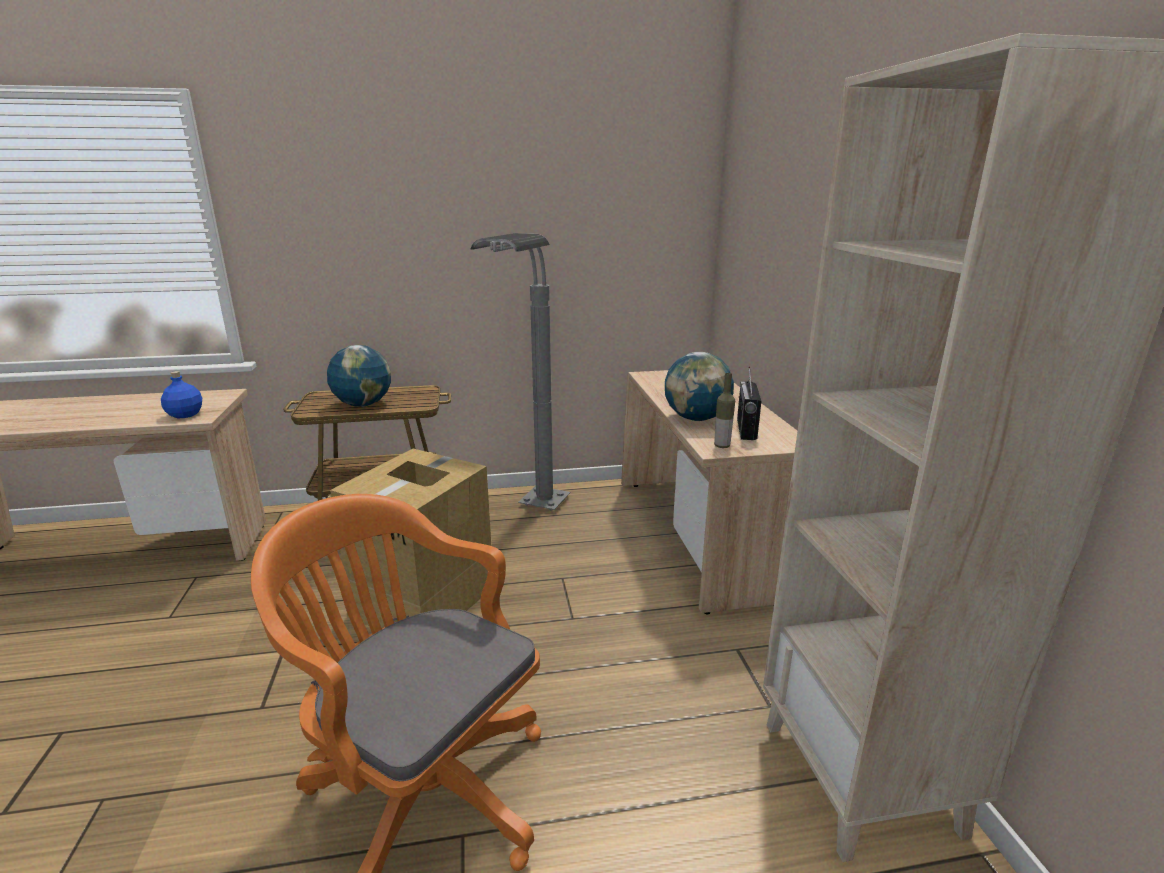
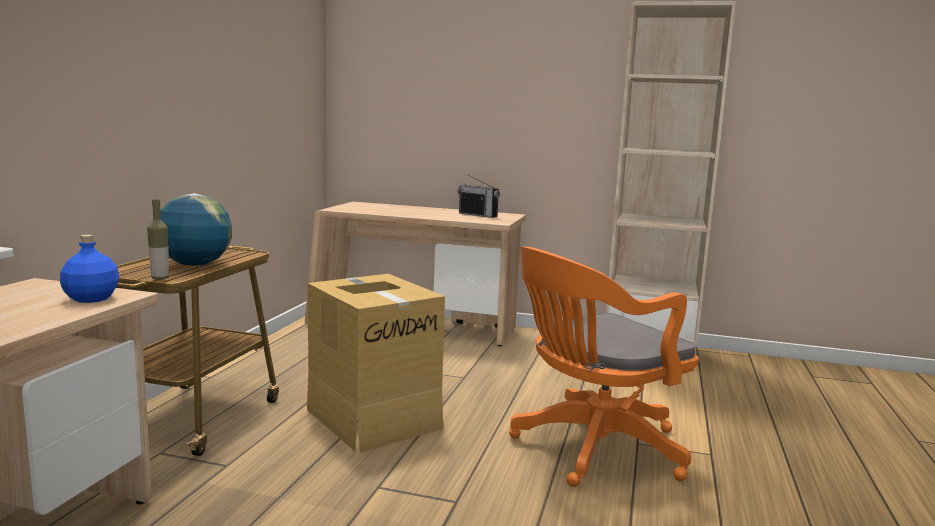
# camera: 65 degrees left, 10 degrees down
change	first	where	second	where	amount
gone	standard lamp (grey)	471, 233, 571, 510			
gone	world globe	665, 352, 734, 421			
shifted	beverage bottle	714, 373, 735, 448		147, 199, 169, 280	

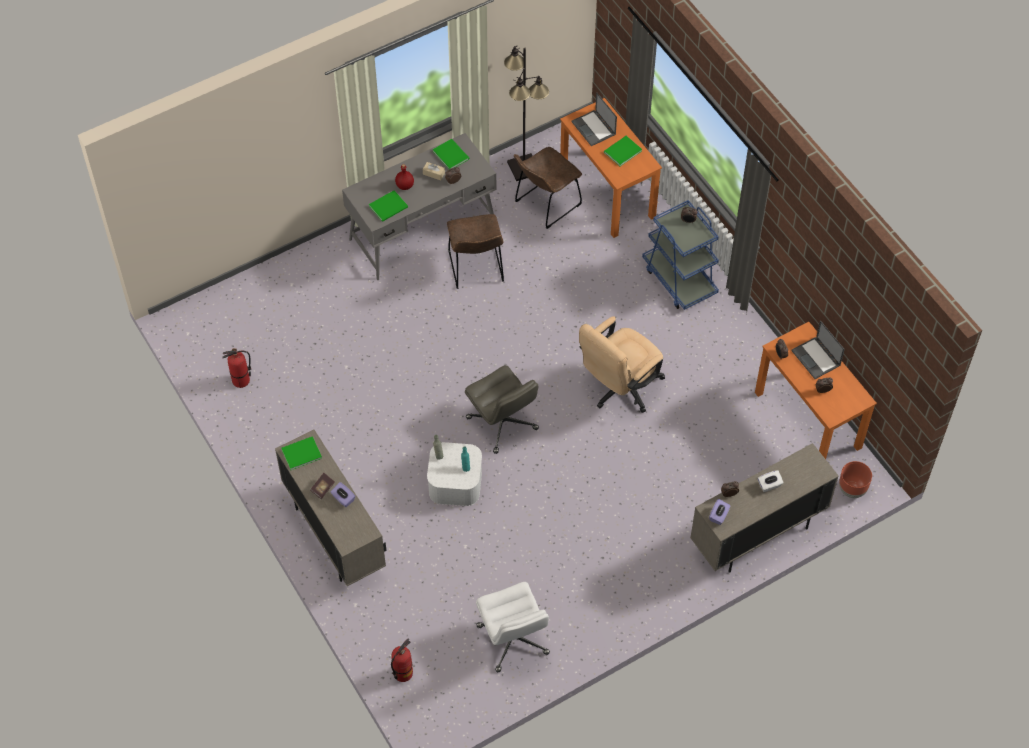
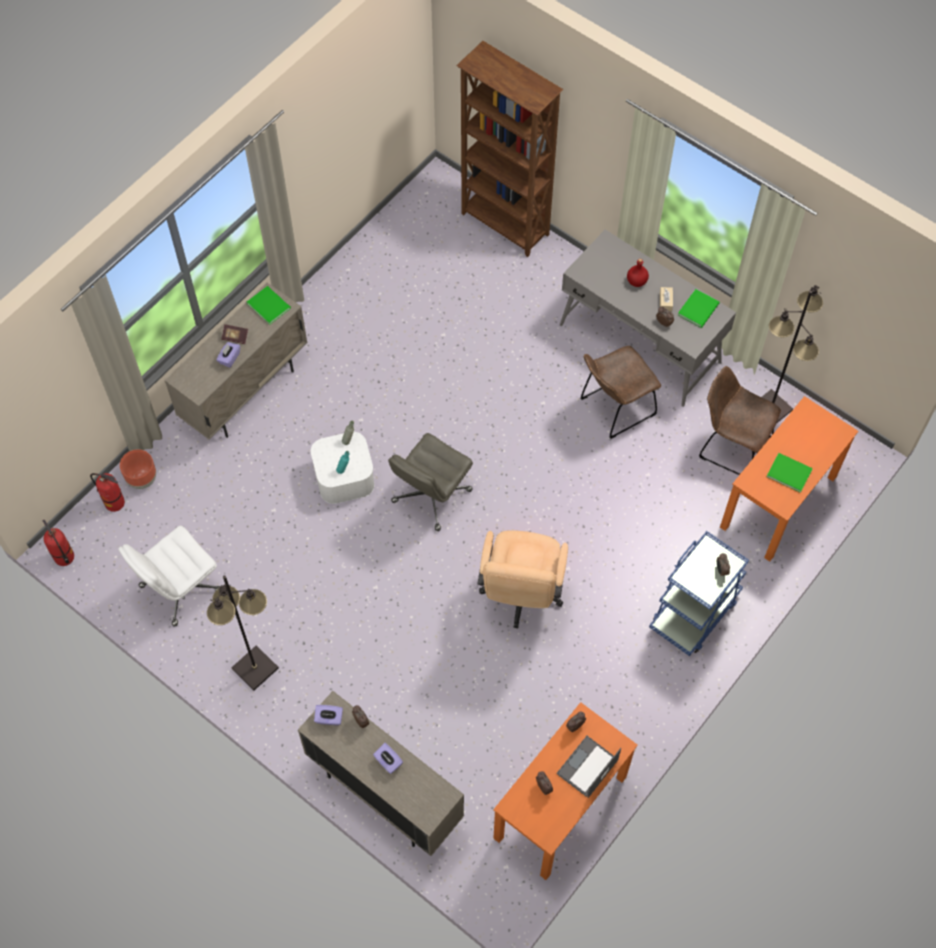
# camera: 70 degrees right, 5 degrees up
change	first	where	second	where	amount
shifted	fire-fighting cylinder	222, 348, 251, 388		43, 520, 74, 566	
gone	bound book (greenish)	369, 190, 408, 222			
gone	notebook computer	572, 92, 617, 146			
rotated	office chair (beige)	579, 316, 665, 413		478, 530, 568, 628	105 degrees counterclockwise
repainted	tissue holder (whitish)	758, 470, 784, 492	tissue holder (purple-coloured)	373, 743, 403, 774	
shifted	planter (brown-coloured)	839, 461, 872, 498		120, 449, 156, 489	
new			standard lamp (black)	207, 576, 279, 691	
new			bookshelf (brown-coloured)	456, 41, 563, 257	

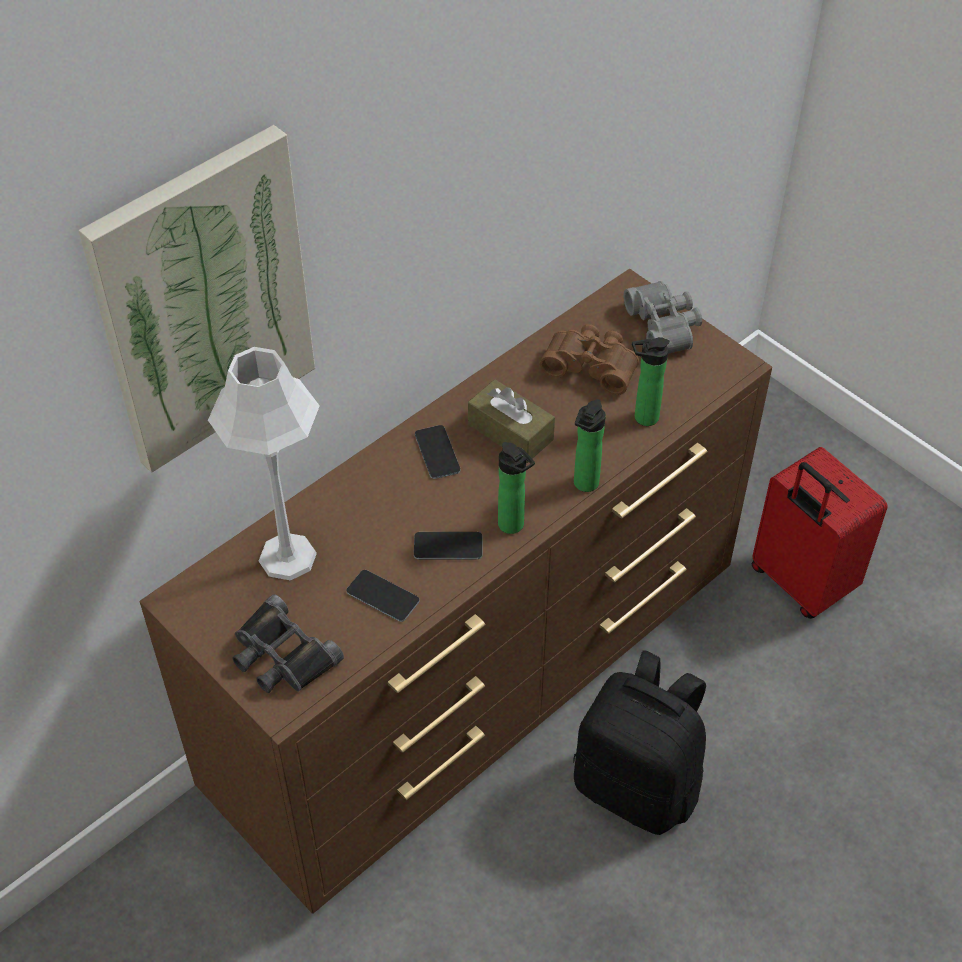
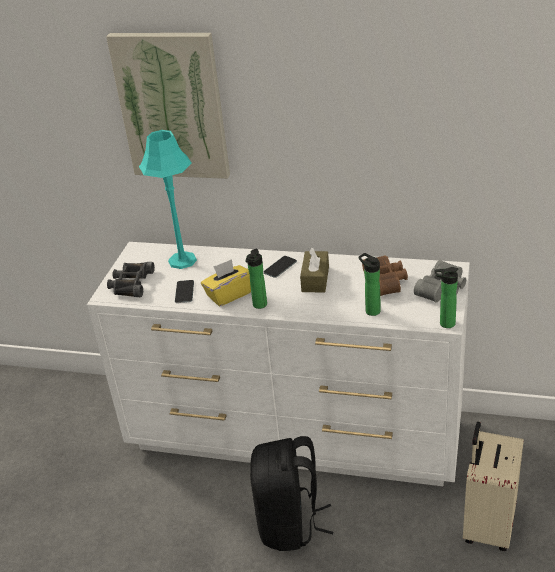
# camera: 60 degrees right, 15 degrees down
change	first	where	second	where	amount
repainted	chest of drawers (brown-coloured)	139, 269, 772, 914	chest of drawers (whitish)	87, 242, 470, 486	
repainted	lamp for a table (grey)	208, 347, 320, 581	lamp for a table (turquoise-coloured)	139, 130, 197, 269	
swapped	handset	414, 532, 482, 559	tissue holder (yellowish)	201, 259, 251, 306	
shifted	beverage bottle	574, 399, 606, 492		435, 267, 458, 328	
repainted	suitcase (red-coloured)	752, 447, 887, 619	suitcase (beige)	463, 422, 524, 551	

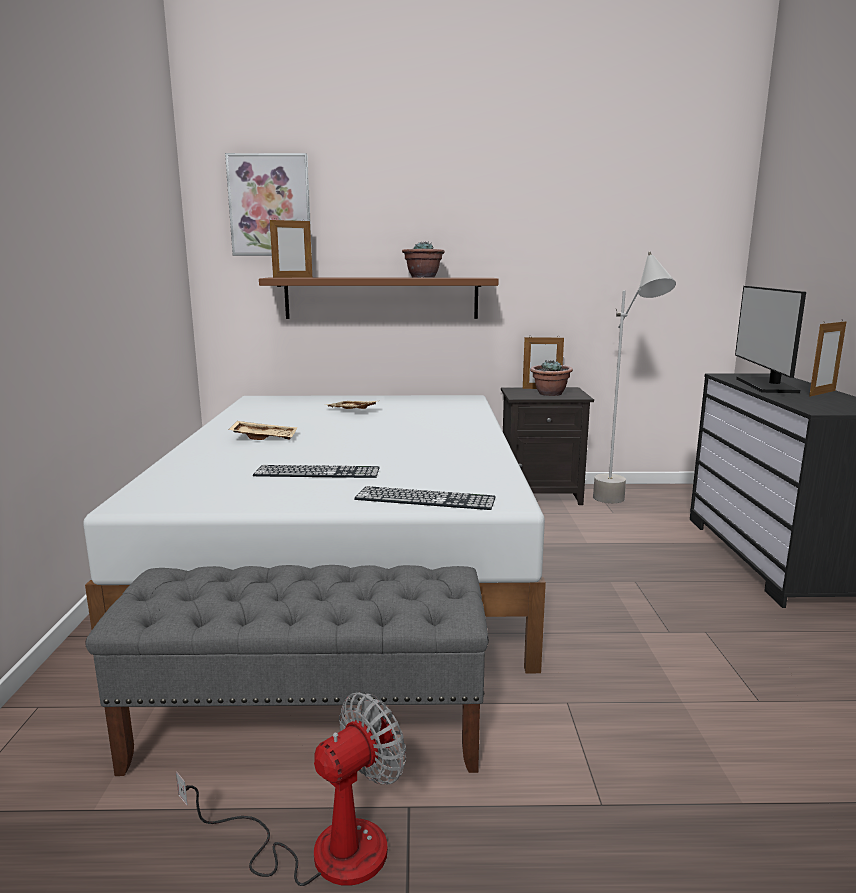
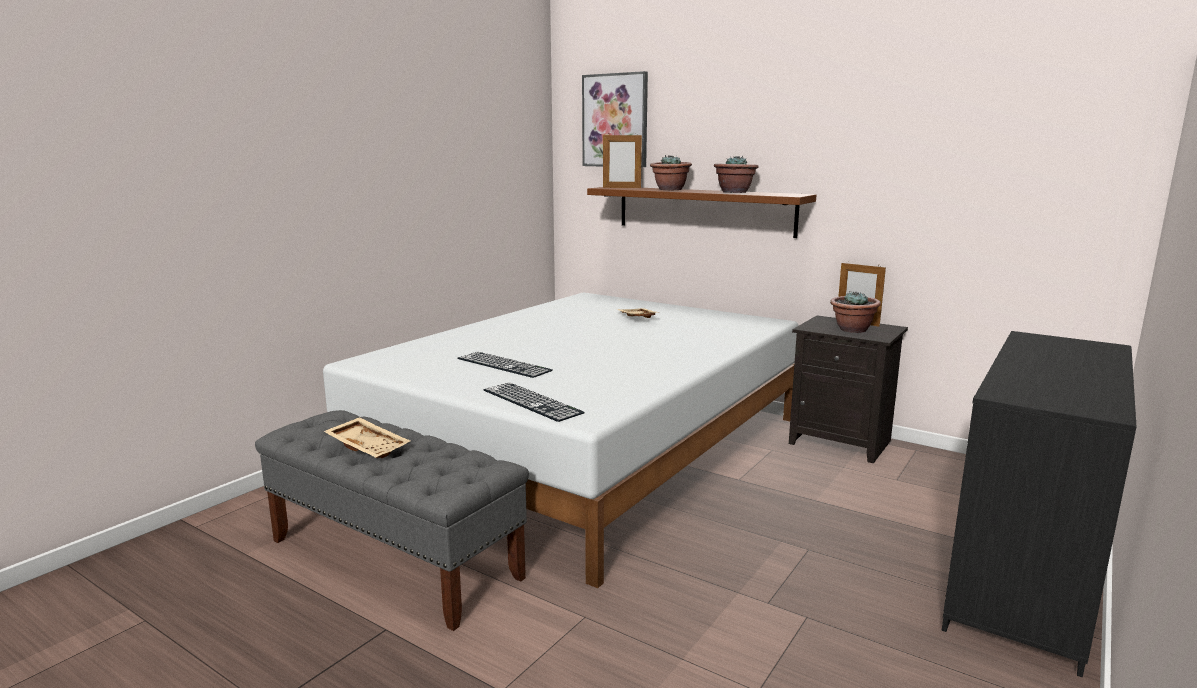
# camera: 35 degrees right, 0 degrees up
change	first	where	second	where	amount
gone	fan	176, 692, 406, 886			
shifted	tray (beige)	229, 421, 298, 440		323, 417, 410, 458	
gone	standard lamp (grey)	593, 252, 676, 503			
gone	monitor	735, 286, 806, 393			
gone	picture frame	809, 319, 847, 397			
new			plant in a pot	650, 155, 692, 190	

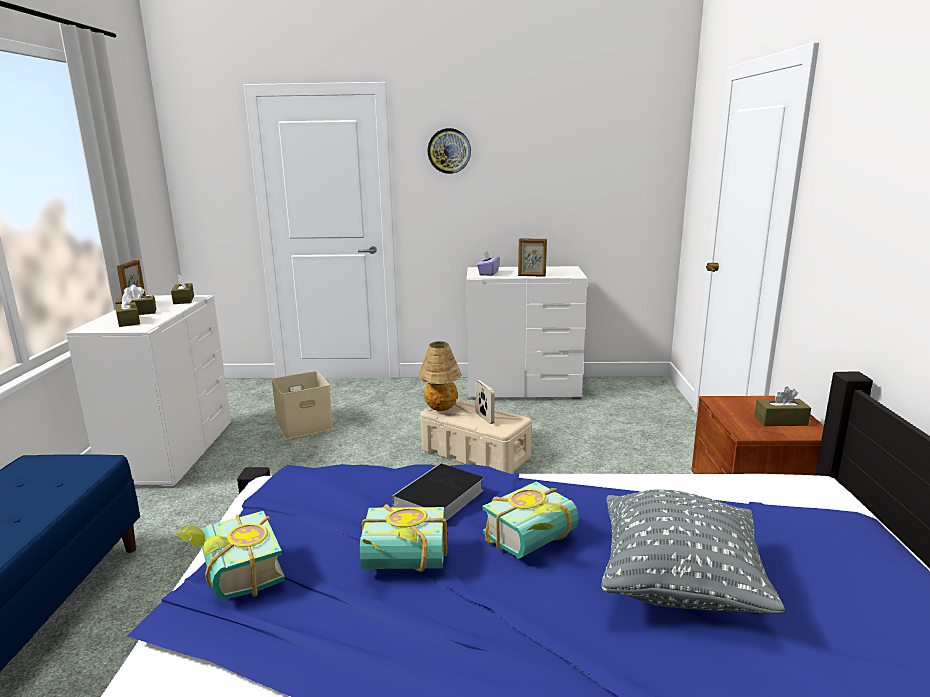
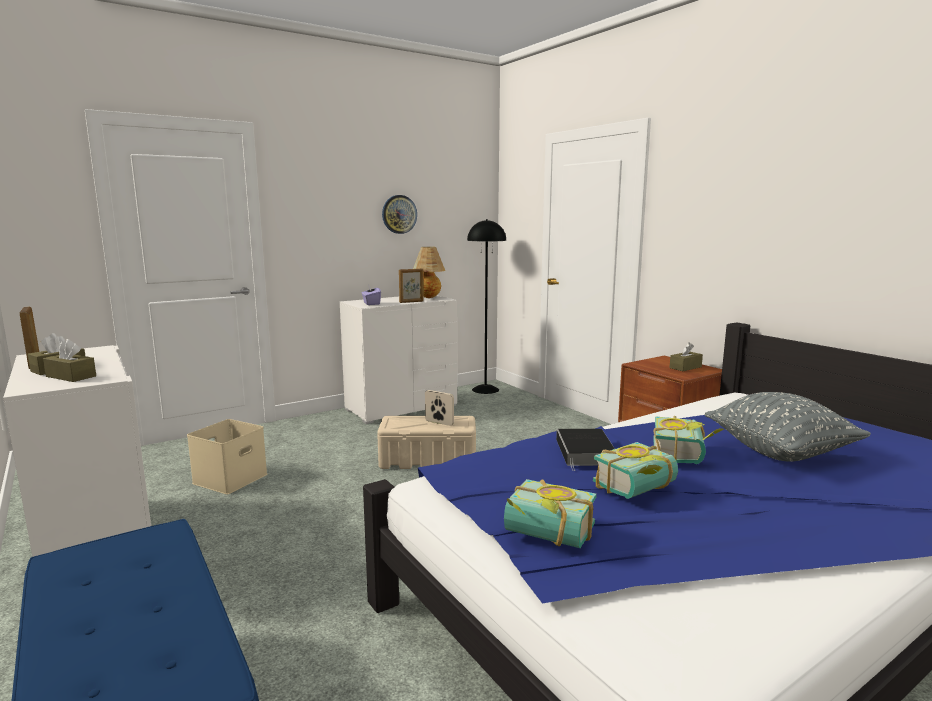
# camera: 35 degrees left, 5 degrees down
change	first	where	second	where	amount
gone	tissue holder (brown-coloured)	171, 274, 194, 304			
shifted	lamp for a table	418, 341, 462, 411		413, 247, 445, 298	
shifted	clock on the wall	427, 128, 471, 174		382, 195, 417, 234	
new			standard lamp (black)	467, 219, 506, 394	

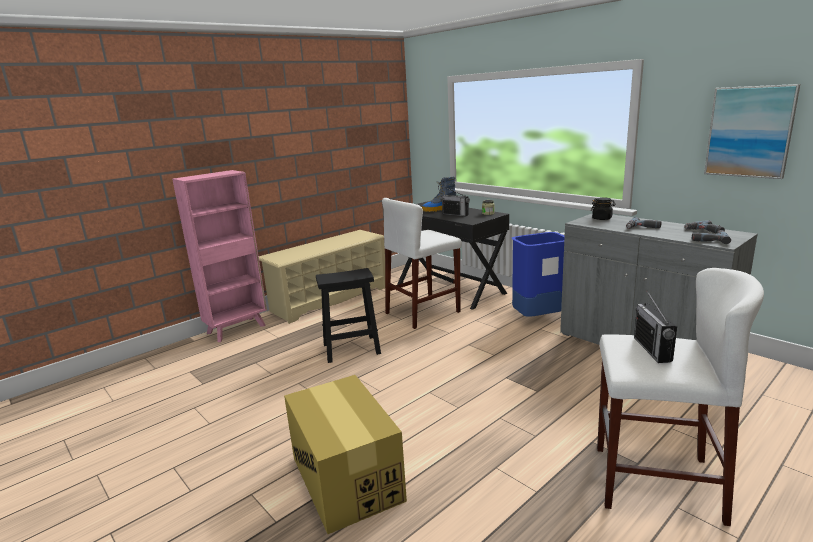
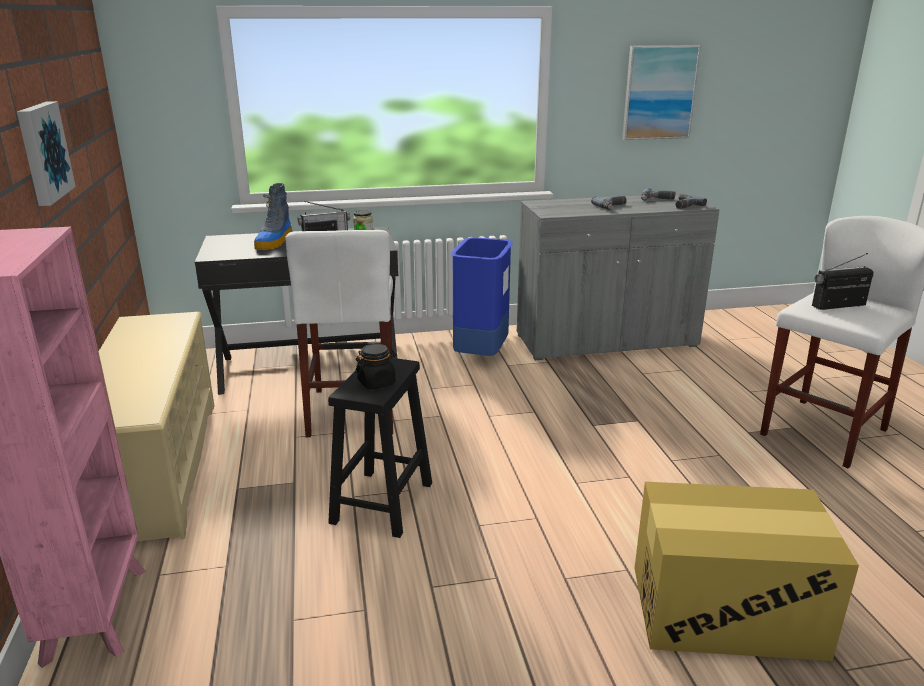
# camera: 60 degrees left, 5 degrees up
change	first	where	second	where	amount
shifted	storage jar (black)	591, 197, 616, 220		355, 344, 396, 389	
rotated	radio receiver	634, 290, 677, 363		812, 253, 874, 310	135 degrees clockwise
new			picture	17, 101, 76, 206	

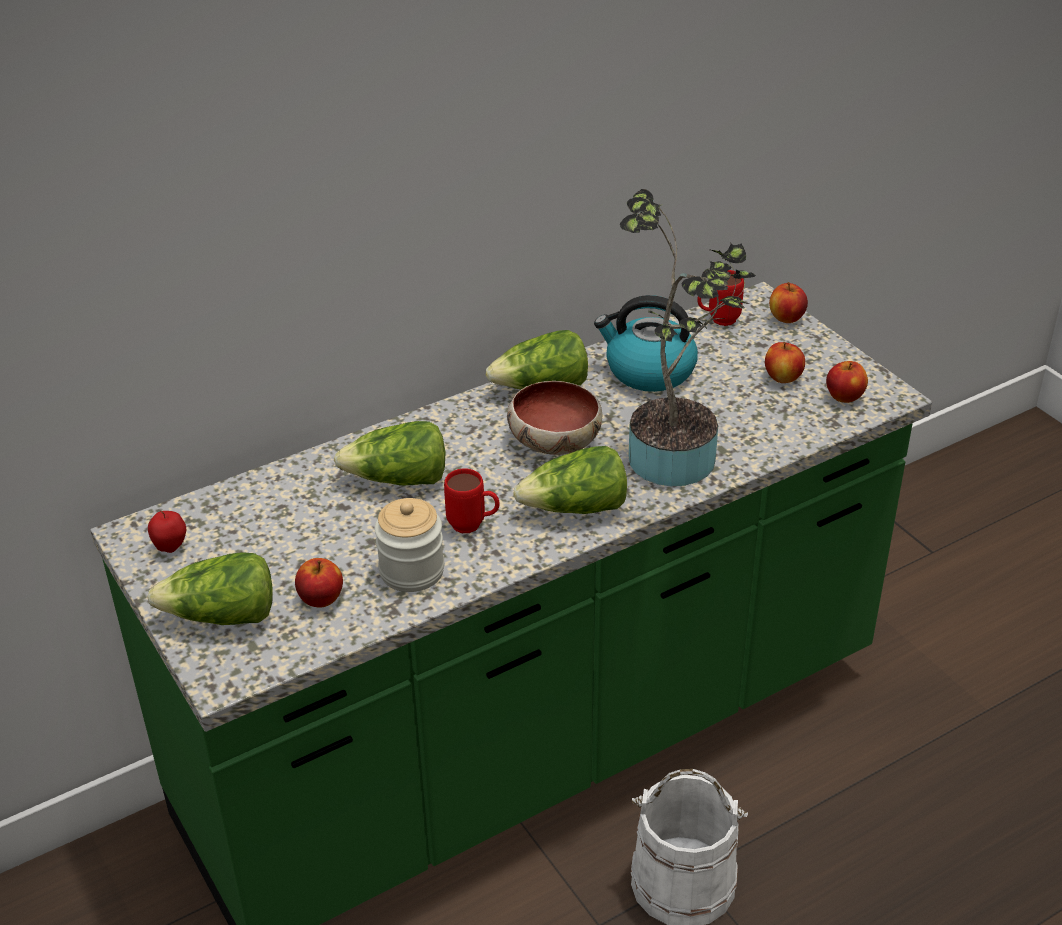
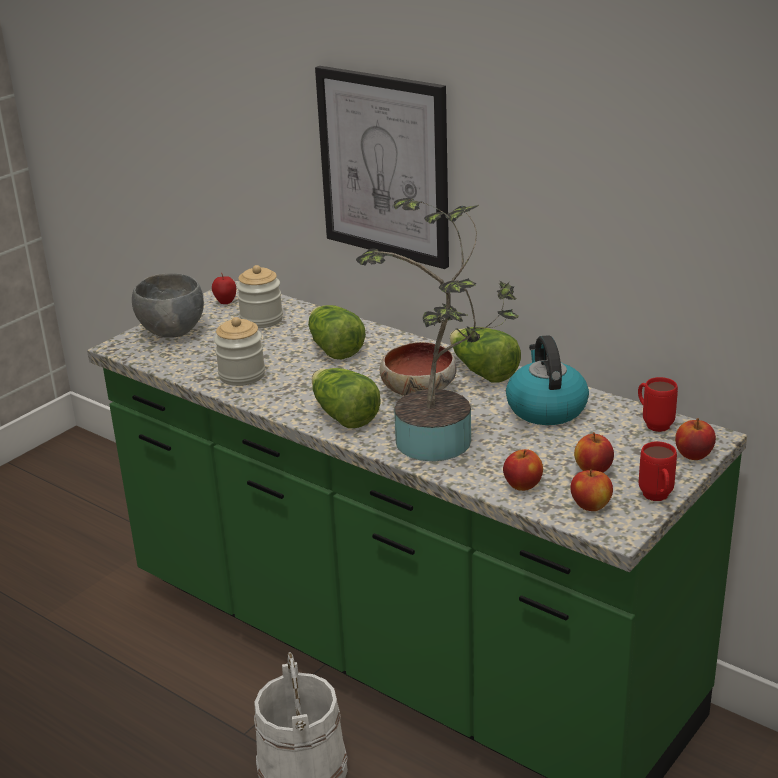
# camera: 70 degrees right, 10 degrees down
change	first	where	second	where	amount
swapped	lettuce	147, 552, 272, 625	deep dish (grey)	132, 273, 204, 338	
shifted	apple	295, 558, 343, 607		503, 449, 543, 491	
shifted	mug (red-coloured)	444, 468, 500, 533		639, 441, 677, 501	
new			storage jar	236, 265, 283, 328	
new			picture	315, 66, 449, 269	

